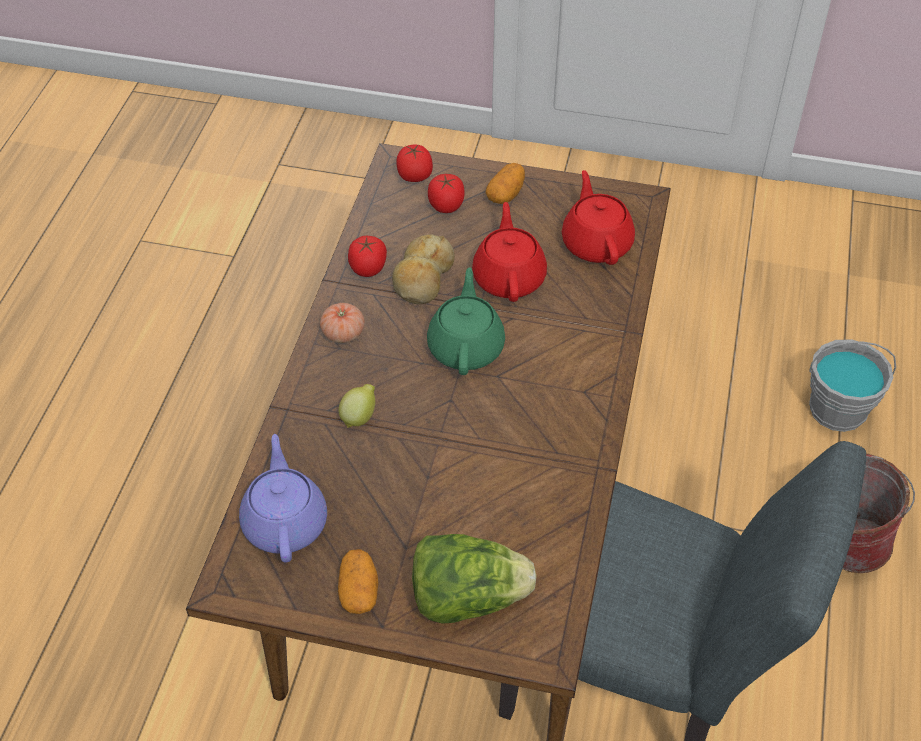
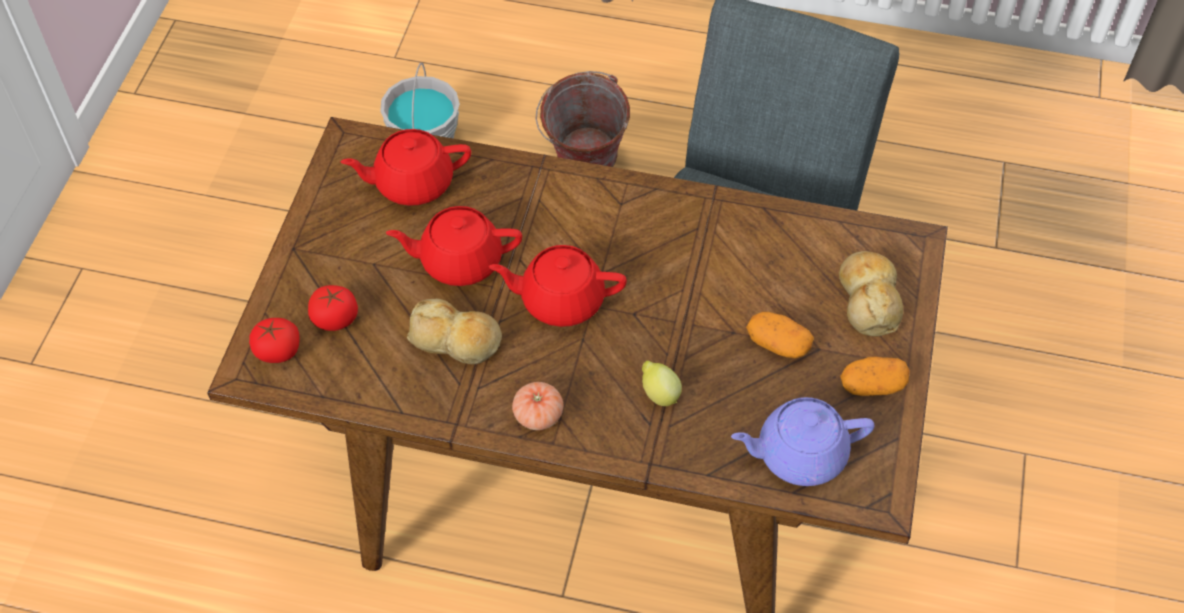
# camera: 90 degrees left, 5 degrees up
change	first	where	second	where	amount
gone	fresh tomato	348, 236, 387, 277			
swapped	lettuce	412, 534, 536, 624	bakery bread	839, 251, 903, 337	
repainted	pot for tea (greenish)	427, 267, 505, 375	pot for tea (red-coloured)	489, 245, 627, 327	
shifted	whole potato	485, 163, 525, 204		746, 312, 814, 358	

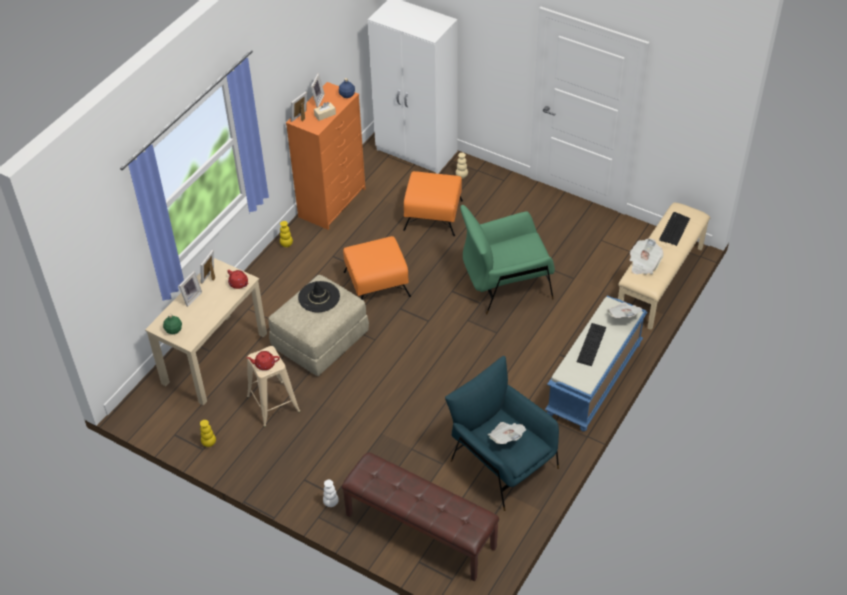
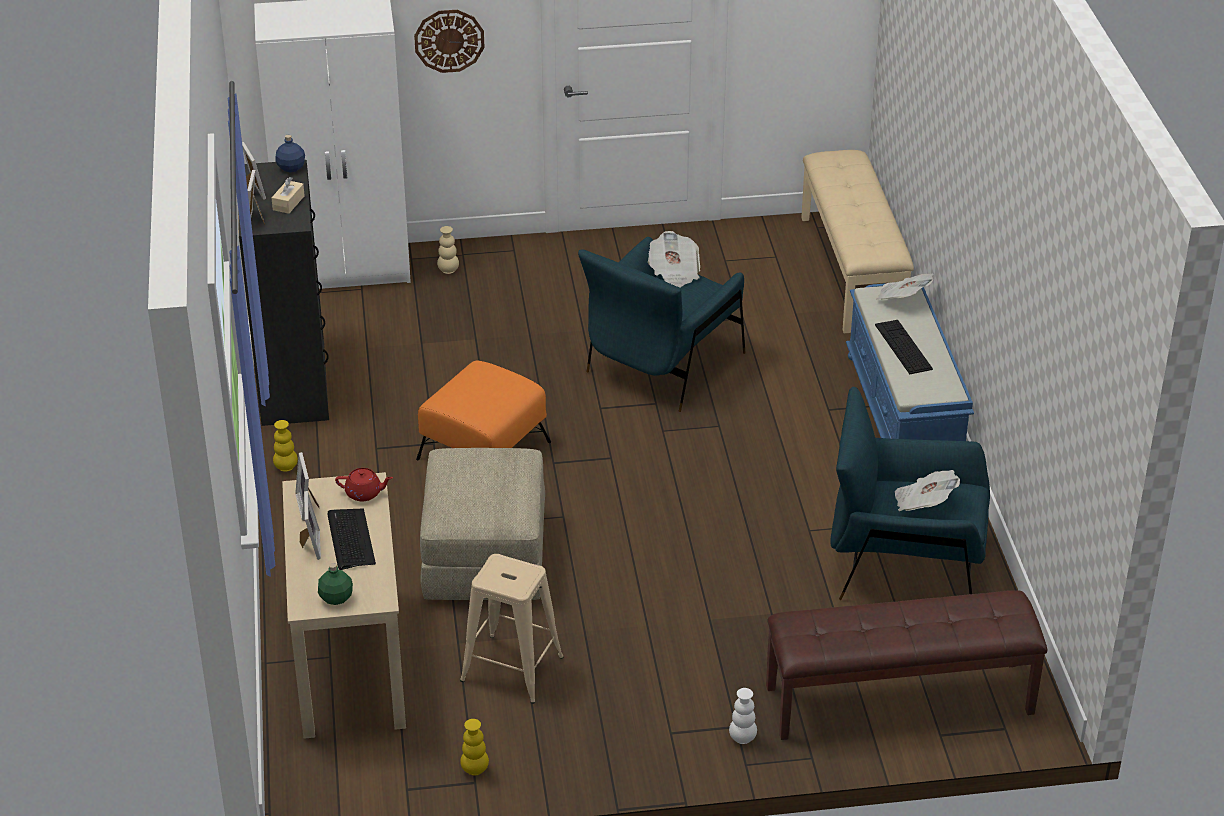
# camera: 40 degrees left, 10 degrees down
change	first	where	second	where	amount
gone	pot for tea (red-coloured)	247, 351, 280, 370			
repainted	chest of drawers (orange)	286, 82, 365, 230	chest of drawers (black)	238, 160, 329, 426	
gone	hat (black)	298, 281, 340, 312			
gone	ottoman (orange)	403, 171, 463, 236			
repainted	lounge chair (greenish)	460, 205, 555, 315	lounge chair (blue)	578, 237, 746, 412	
shifted	newspaper	630, 238, 664, 274		648, 231, 700, 288	
shifted	computer keyboard	659, 212, 690, 246		328, 509, 376, 570	
new			clock on the wall	414, 10, 485, 73	

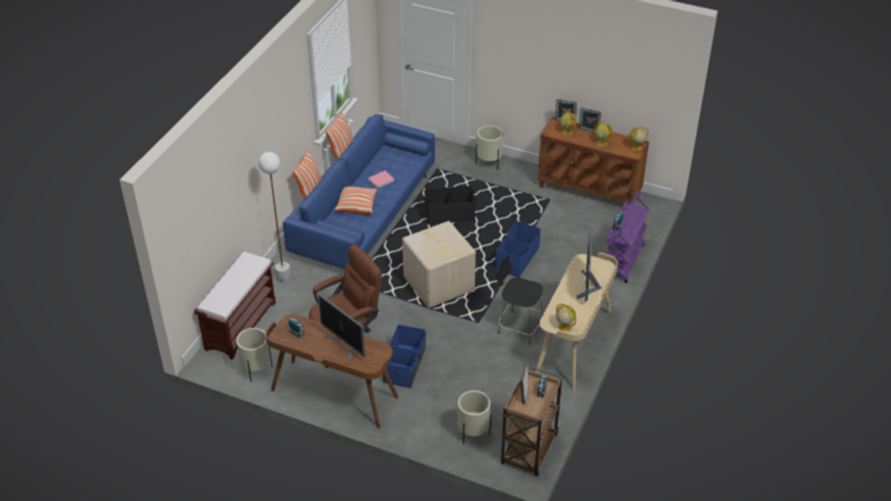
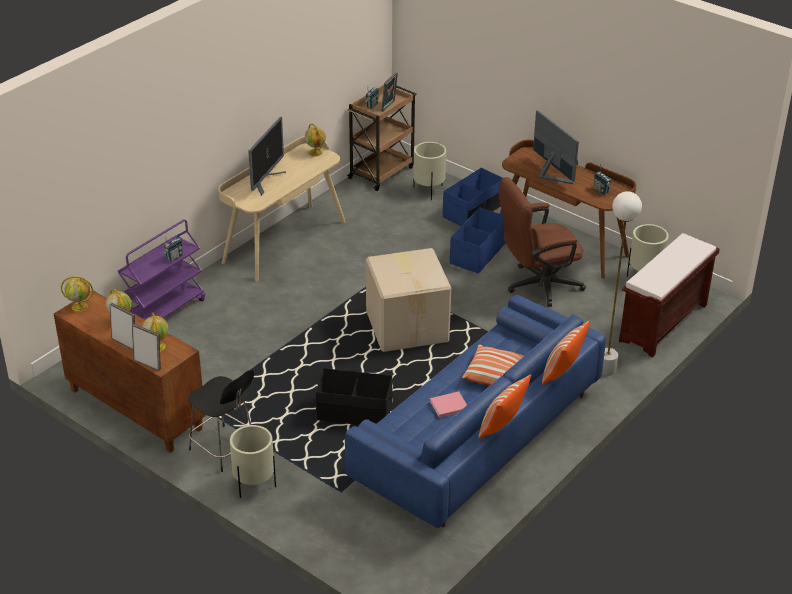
# camera: 165 degrees left, 5 degrees down
change	first	where	second	where	amount
shifted	storage bin (blue)	495, 221, 540, 278		443, 168, 503, 226	
shifted	stool seat (black)	496, 256, 543, 345		188, 370, 254, 472	

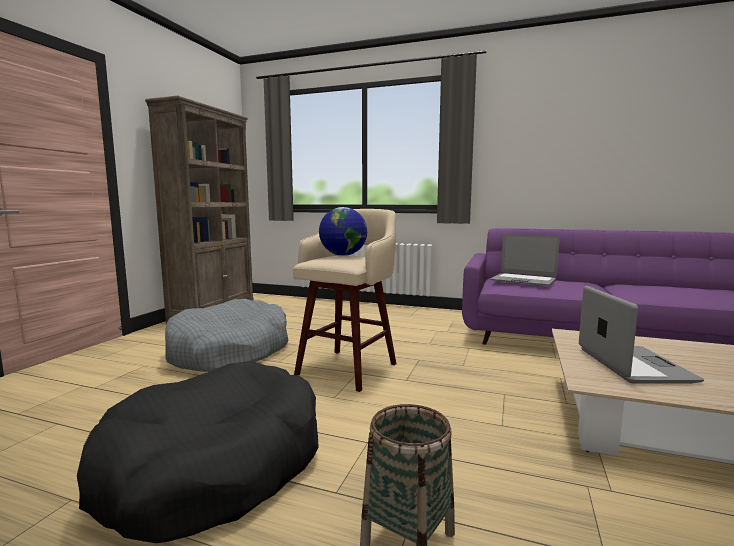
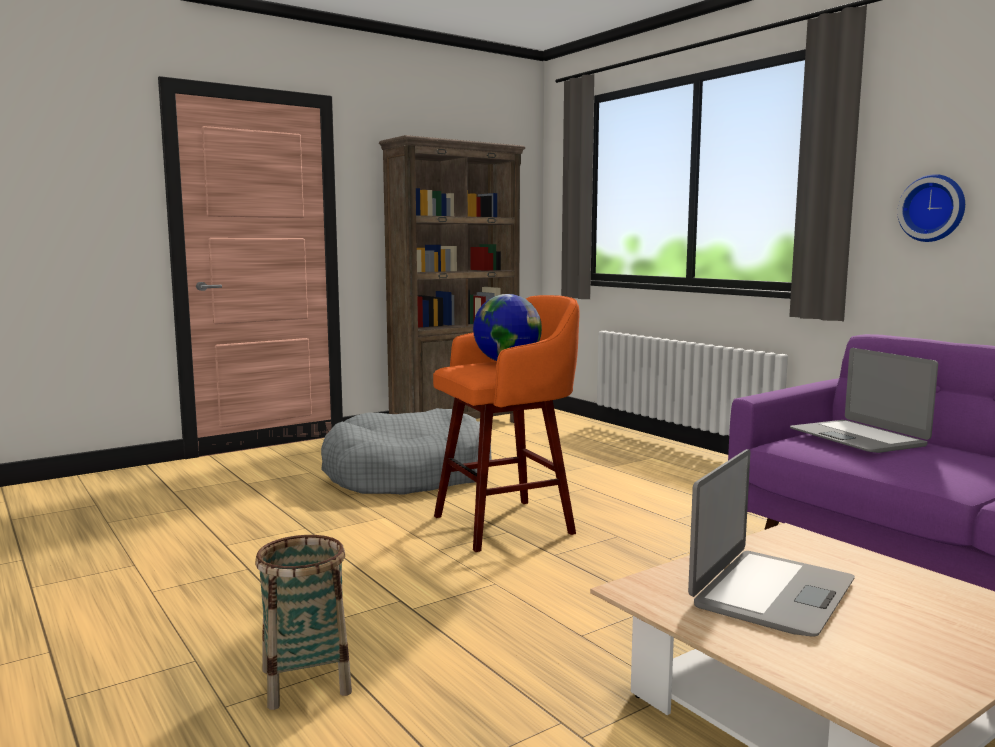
# camera: 35 degrees right, 0 degrees up
change	first	where	second	where	amount
gone	pet bed (black)	77, 361, 319, 543			
repainted	stool seat (beige)	293, 209, 396, 392	stool seat (orange)	433, 295, 580, 552	
new			clock on the wall	897, 174, 965, 242	

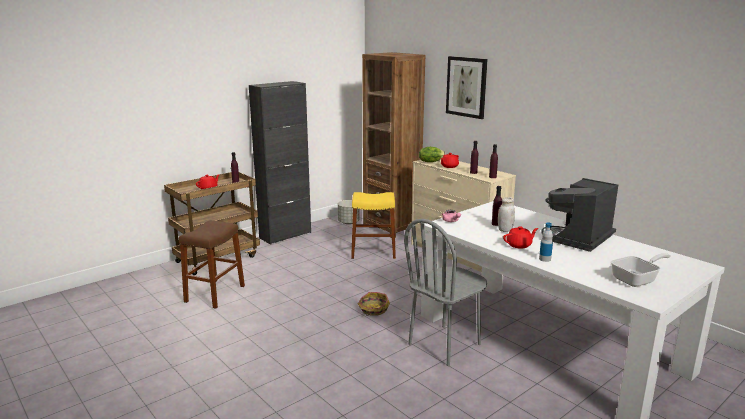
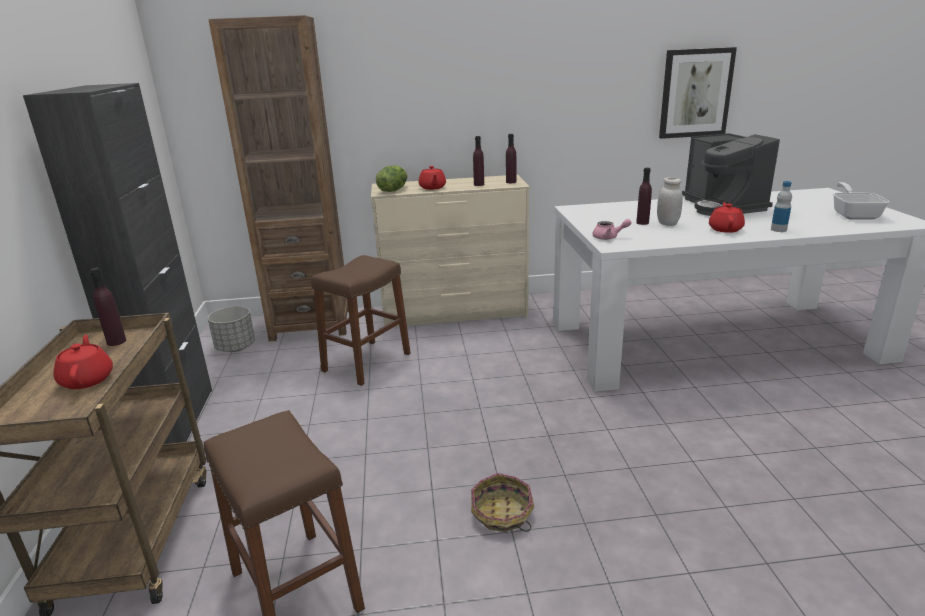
# camera: 55 degrees left, 5 degrees up
change	first	where	second	where	amount
repainted	stool seat (yellowish)	351, 192, 396, 259	stool seat (brown-coloured)	311, 255, 410, 386	
shifted	storage basket	358, 292, 390, 316		471, 473, 535, 532	
gone	plain chair (grey)	404, 219, 487, 366			
shifted	picture	446, 56, 488, 119		659, 47, 737, 139	

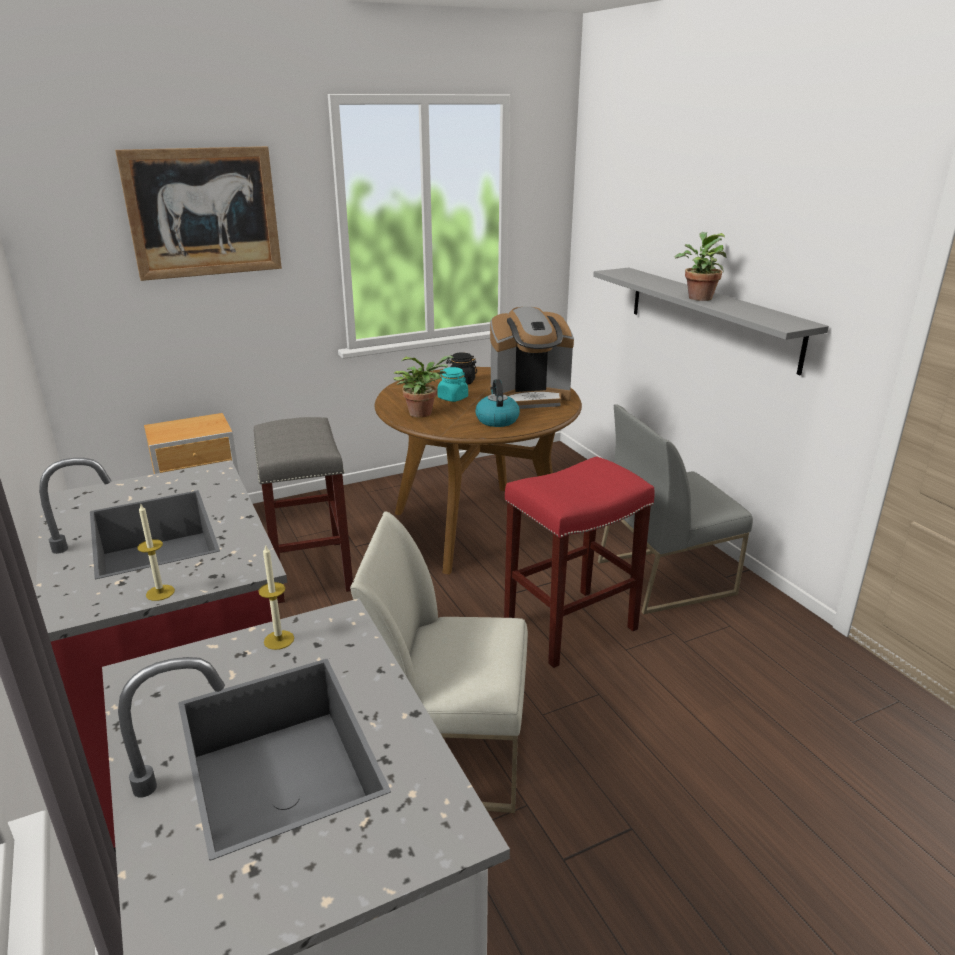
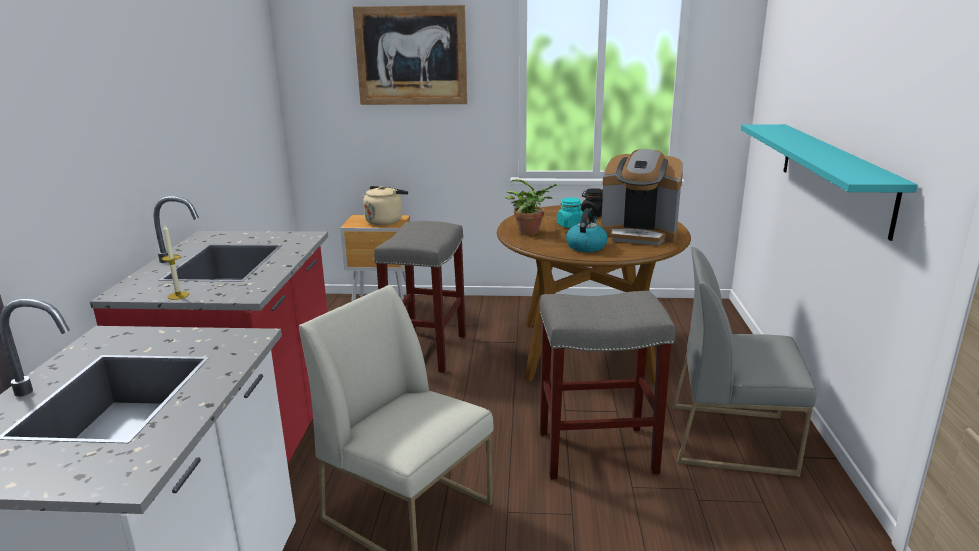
# camera: 30 degrees right, 5 degrees down
change	first	where	second	where	amount
gone	wax light	258, 544, 294, 650			
repainted	stool seat (red-coloured)	504, 456, 655, 668	stool seat (grey)	540, 291, 675, 479	
repainted	bracket shelf (grey)	593, 268, 829, 375	bracket shelf (turquoise-coloured)	741, 124, 918, 241	
gone	plant in a pot	675, 232, 726, 301			
new			kettle (beige)	363, 186, 408, 225	

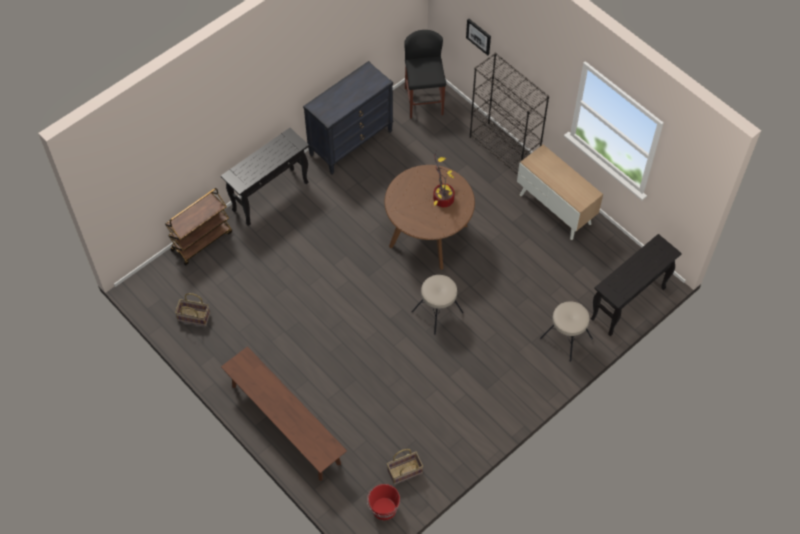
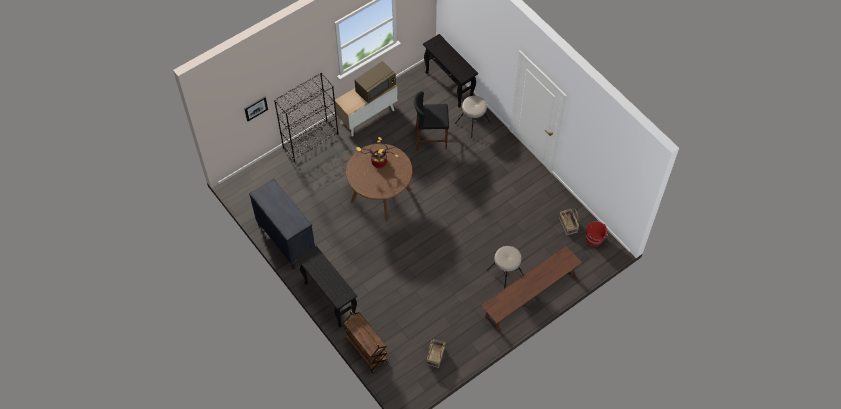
# camera: 85 degrees left, 0 degrees up
change	first	where	second	where	amount
shifted	stool seat (black)	404, 30, 446, 118		414, 91, 449, 150	
shifted	stool seat (beige)	412, 275, 464, 335		486, 246, 523, 289	
new			microwave (brown-coloured)	355, 61, 396, 103	

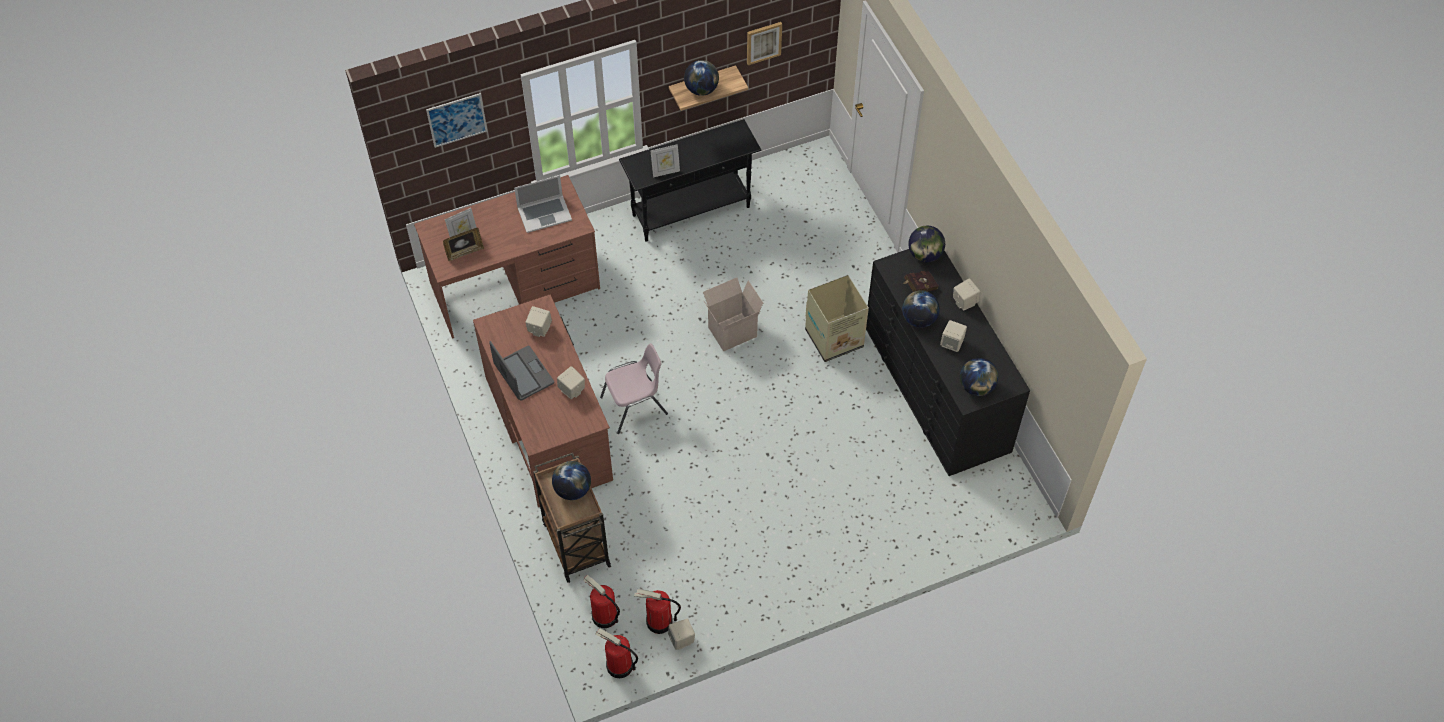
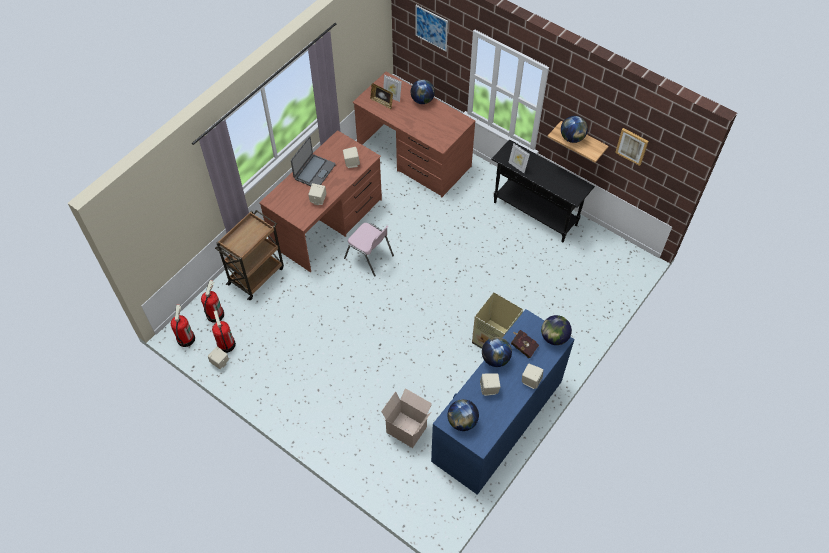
# camera: 60 degrees right, 0 degrees up
change	first	where	second	where	amount
gone	notebook computer	514, 175, 572, 233			
shifted	world globe	552, 461, 591, 500		411, 79, 435, 104	
shifted	packing box	703, 278, 763, 351		381, 388, 432, 448	
repainted	chest of drawers (black)	866, 249, 1030, 476	chest of drawers (blue)	431, 309, 575, 495	

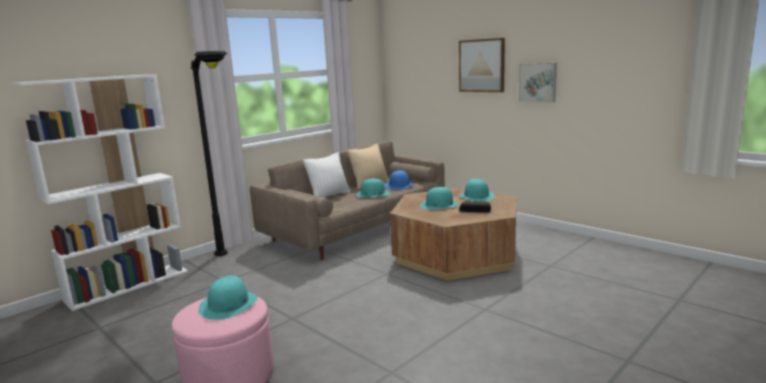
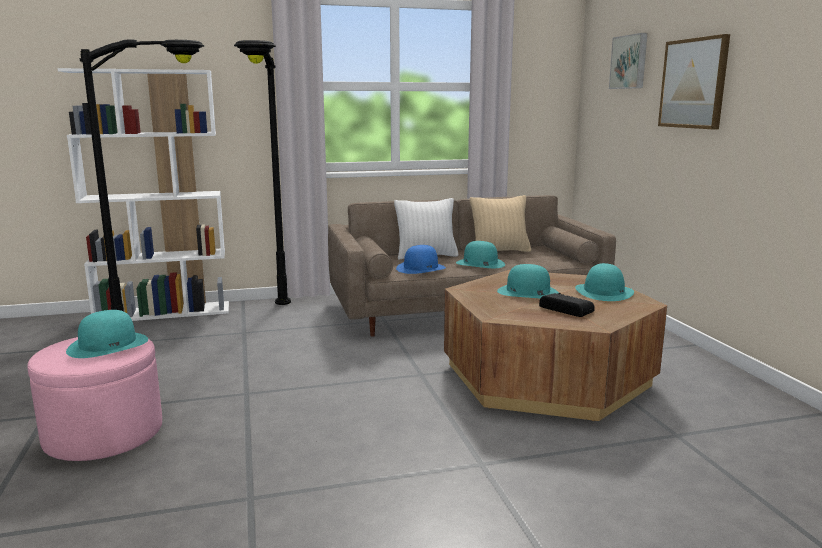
# camera: 30 degrees right, 0 degrees up
change	first	where	second	where	amount
shifted	hat (blue)	384, 170, 414, 190		396, 245, 446, 274	
shifted	picture	519, 63, 557, 102		609, 33, 648, 89	
new			standard lamp (black)	80, 39, 204, 311	

